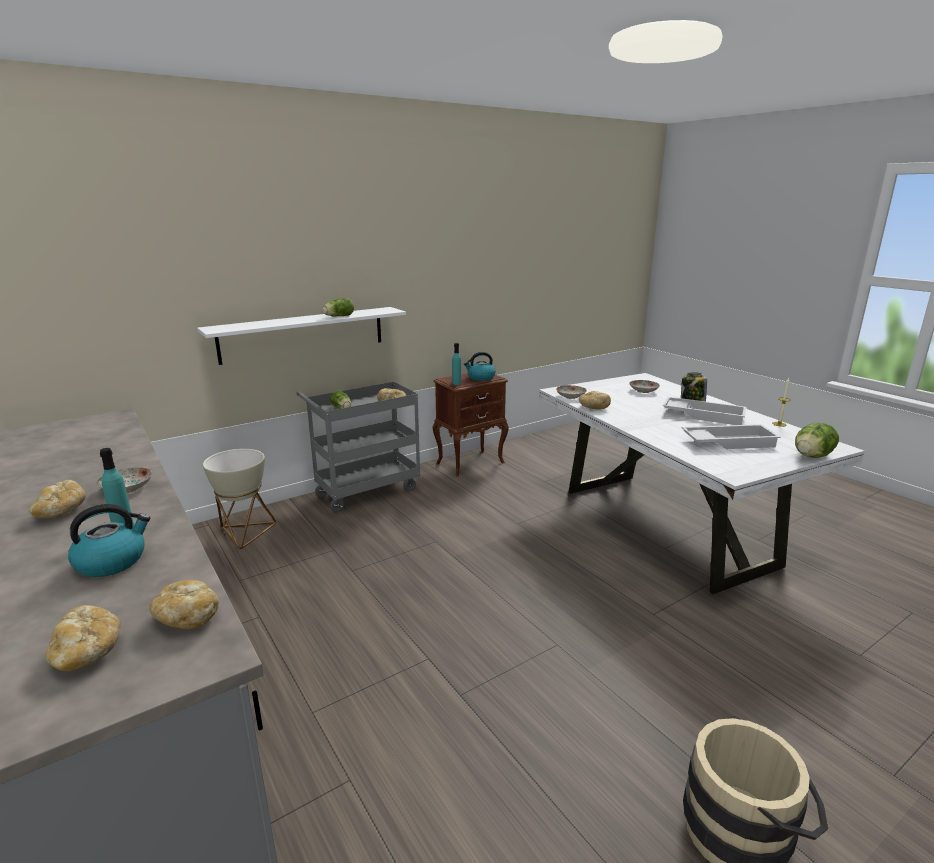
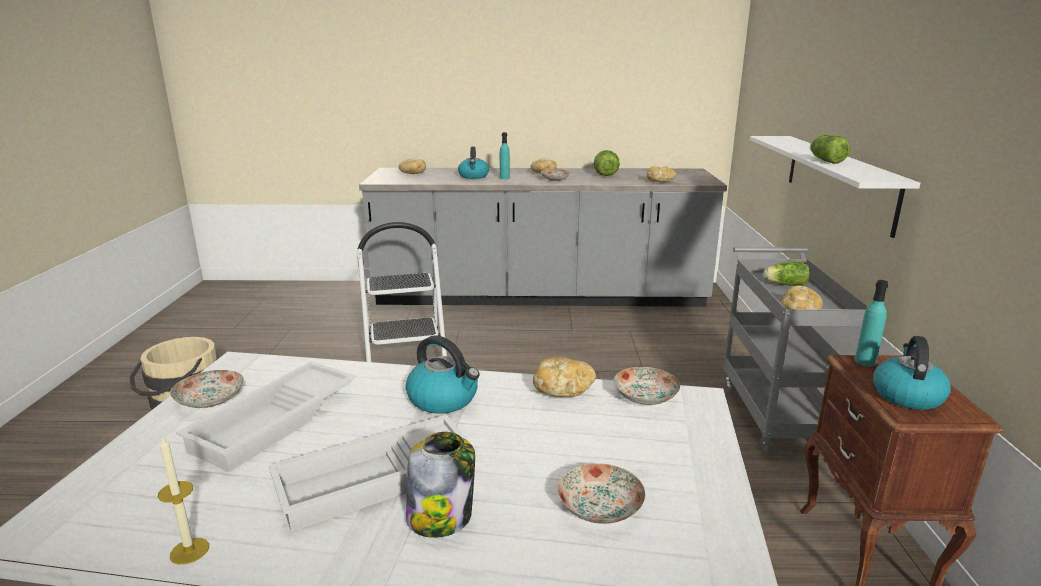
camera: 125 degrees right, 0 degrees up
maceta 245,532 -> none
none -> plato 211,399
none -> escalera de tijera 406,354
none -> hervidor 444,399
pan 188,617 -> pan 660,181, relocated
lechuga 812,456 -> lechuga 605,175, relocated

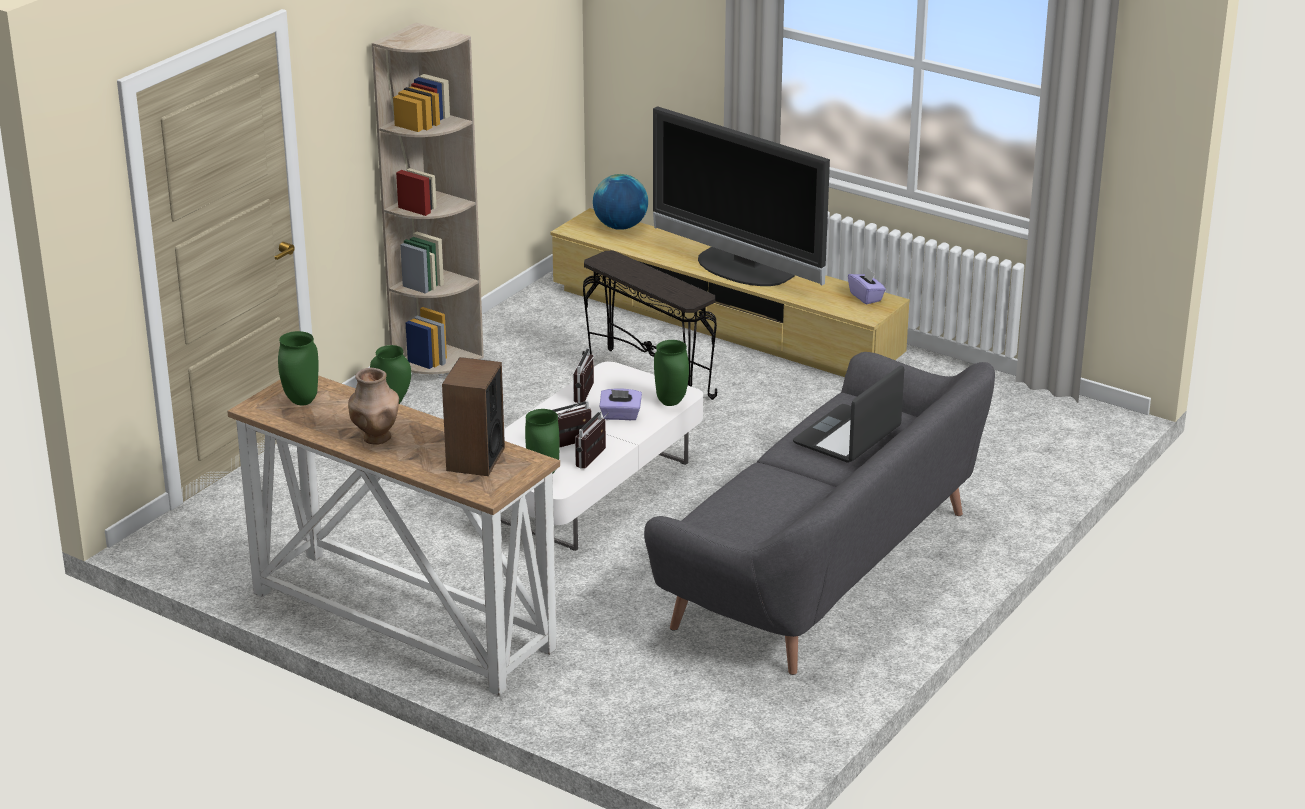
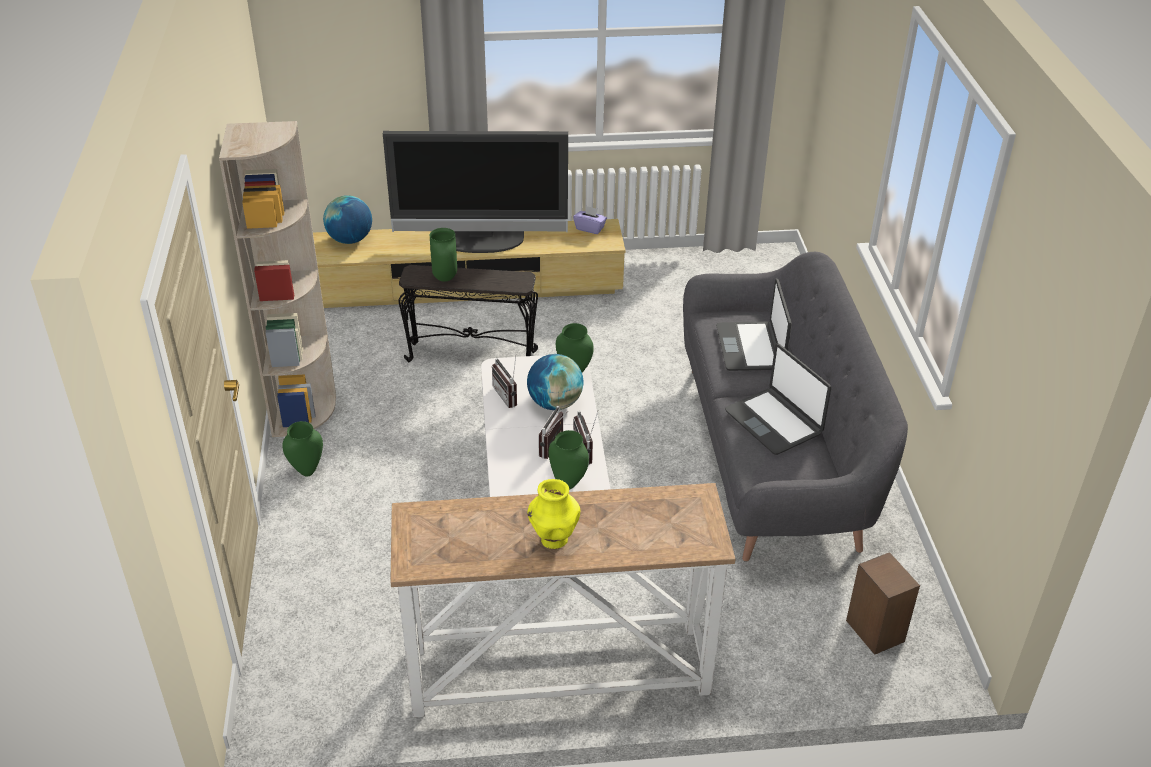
camera: 40 degrees left, 10 degrees up
none -> portátil 774,422
florero/verde 302,401 -> florero/verde 446,278, relocated
altavoz 475,459 -> altavoz 874,631, relocated
caja de pañuelos/morado 620,415 -> globo terráqueo 555,403
florero/marrón 376,438 -> florero/amarillo 553,540

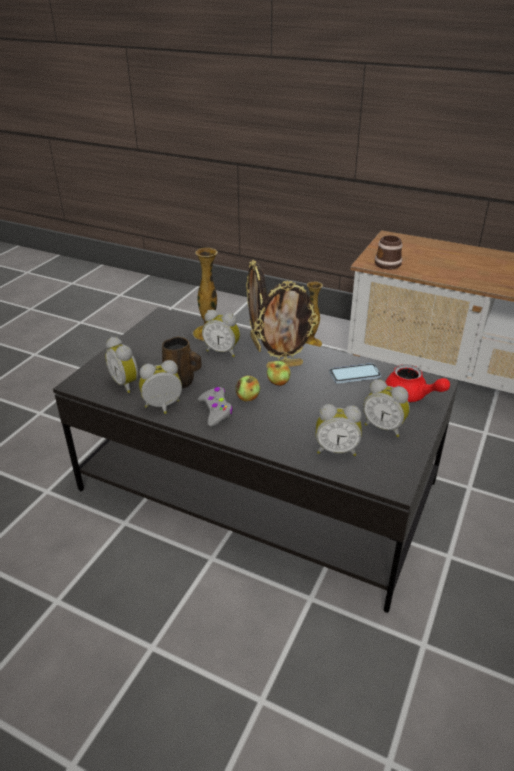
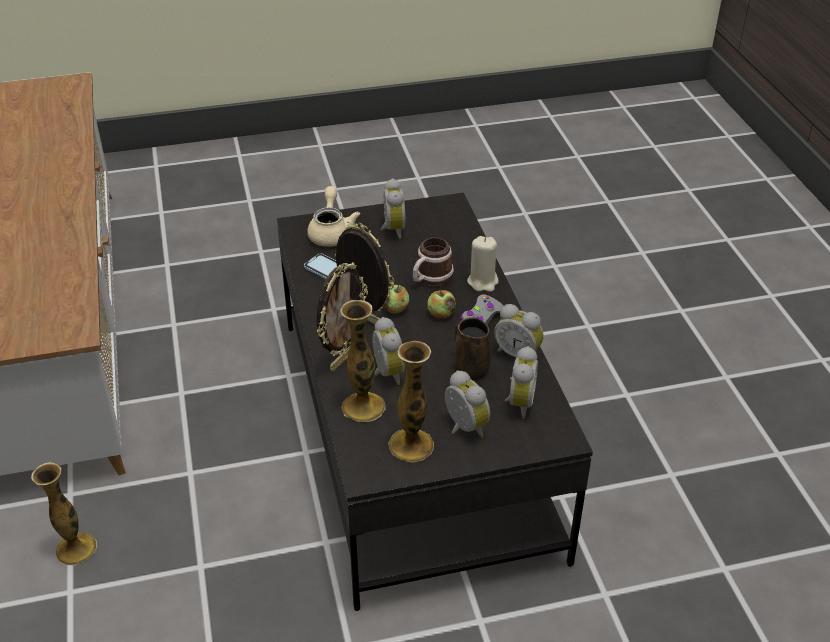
camera: 130 degrees left, 5 degrees up
none -> florero 411,445
none -> vela/beis 483,282
despertador 336,450 -> despertador 463,428, relocated
taza grande 386,262 -> taza grande 430,278, relocated
tetera/rojo 410,396 -> tetera/beis 331,232

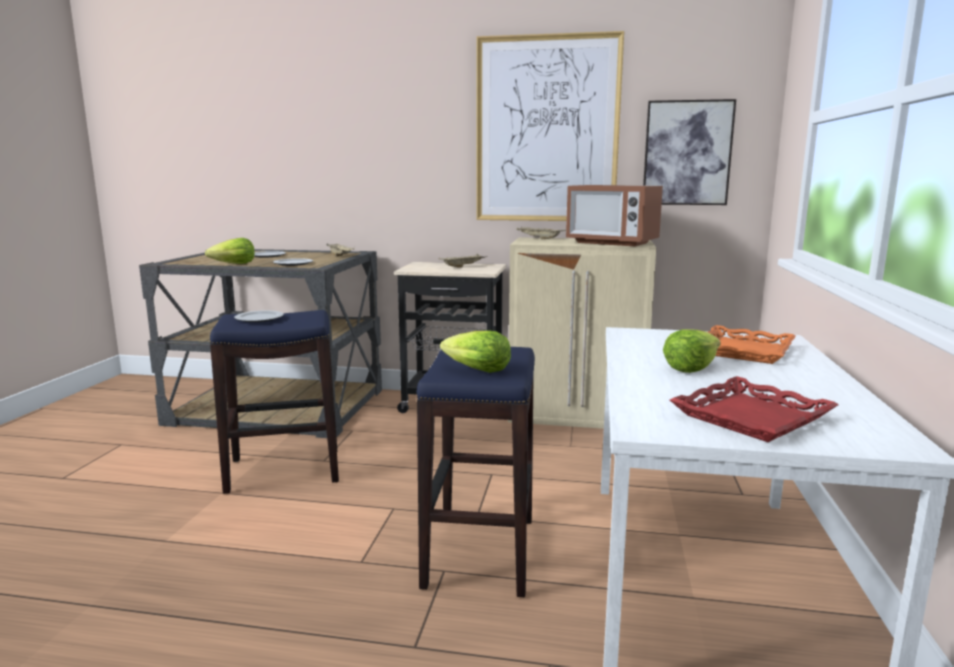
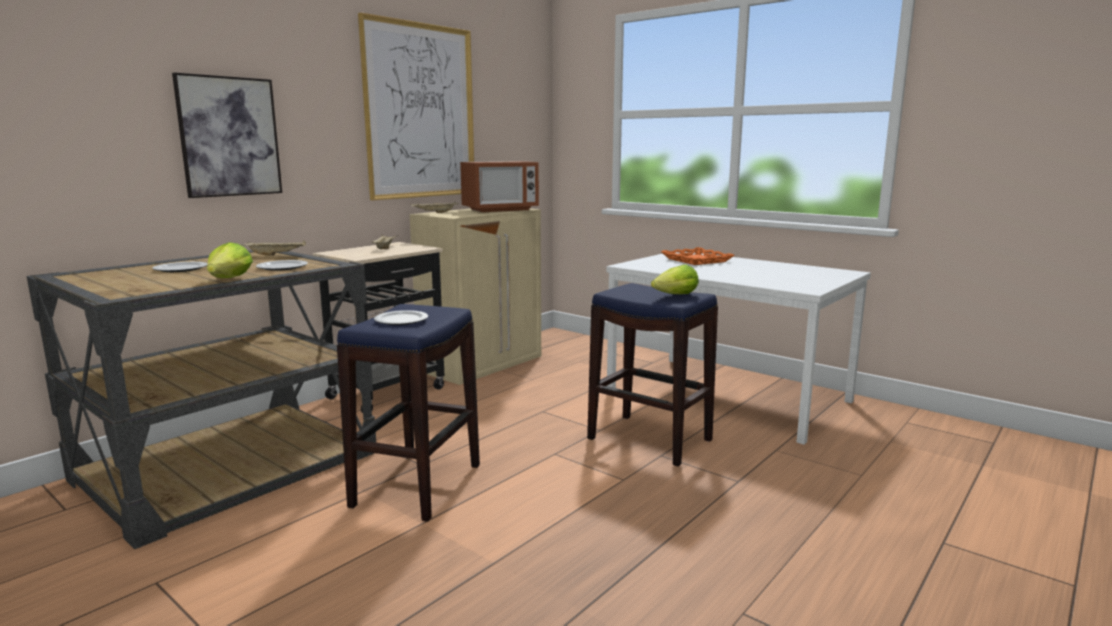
camera: 60 degrees left, 0 degrees up
lechuga 690,368 -> none
bandeja/rojo 750,417 -> none
cuadro 687,153 -> cuadro 229,137, relocated

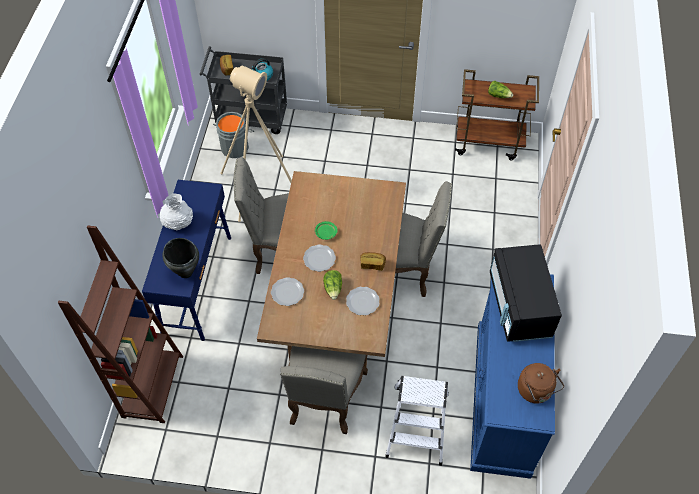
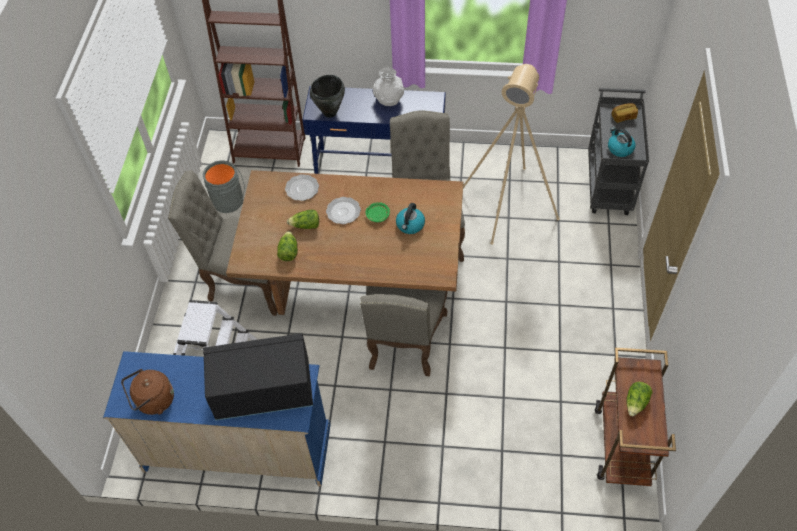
camera: 90 degrees right, 0 degrees up
pan 372,264 -> none
none -> hervidor 410,225
cubo/gris 235,146 -> cubo/gris 229,201, relocated
plato 363,302 -> lechuga 288,251

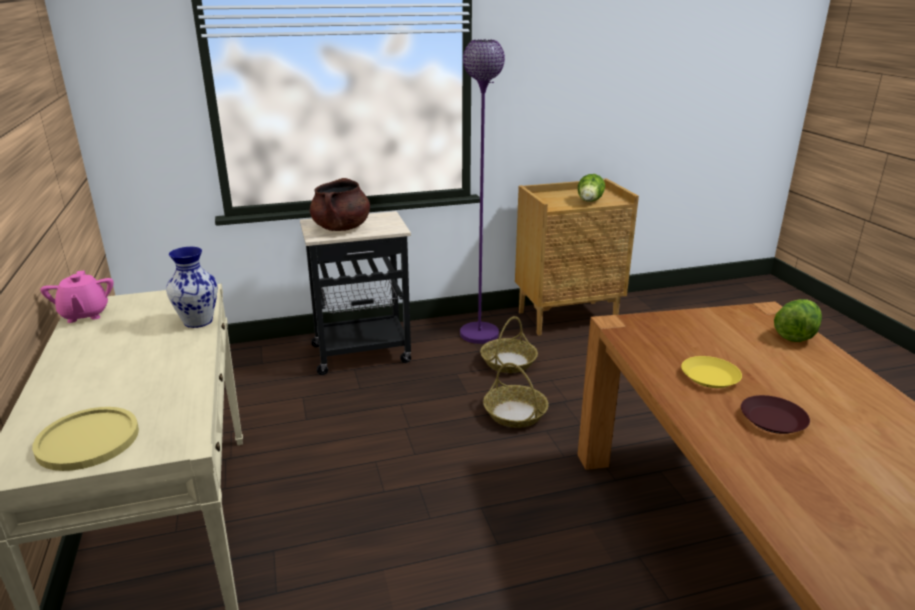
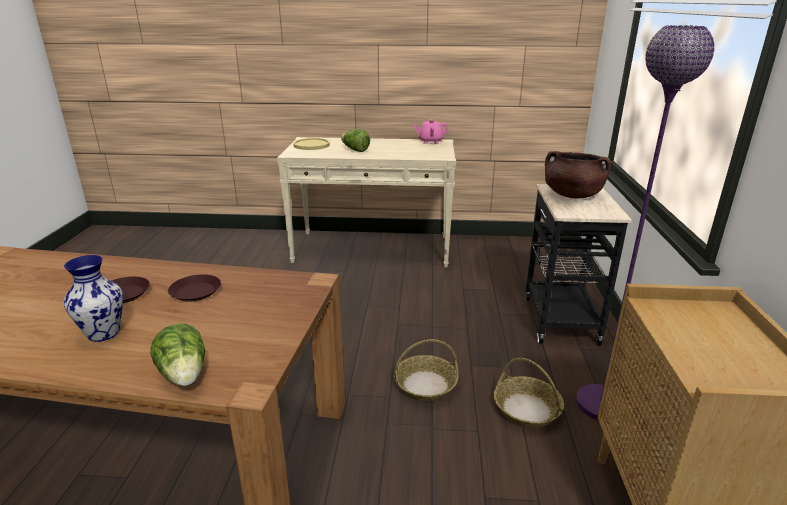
camera: 110 degrees right, 0 degrees up
florero 197,321 -> florero 104,332, relocated
lechuga 589,202 -> lechuga 355,150, relocated
plato/amarillo 709,376 -> plato/marrón 196,292

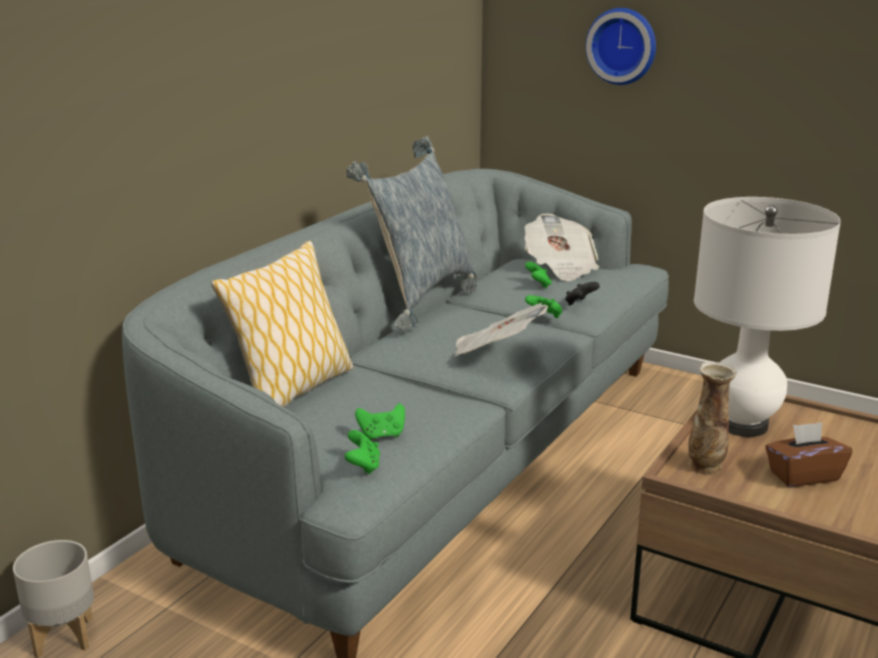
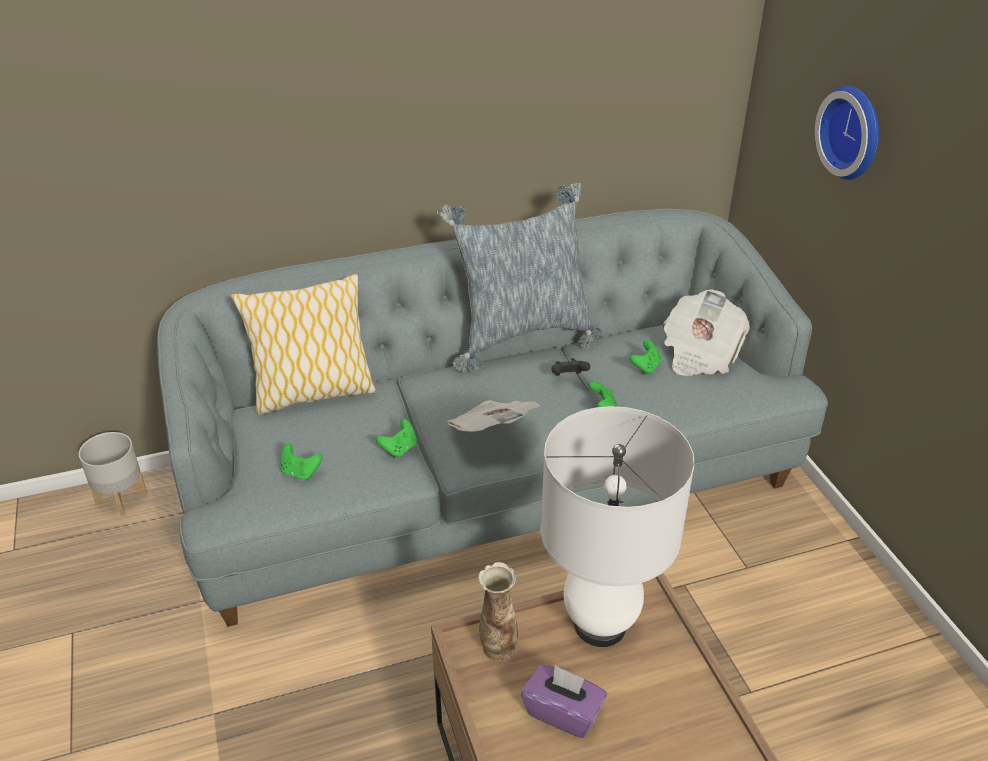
camera: 40 degrees right, 15 degrees up
mando de consola/verde 363,466 -> mando de consola/verde 399,449, relocated
mando de consola/negro 580,303 -> mando de consola/negro 568,377, relocated
caja de pañuelos/marrón 803,475 -> caja de pañuelos/morado 563,712

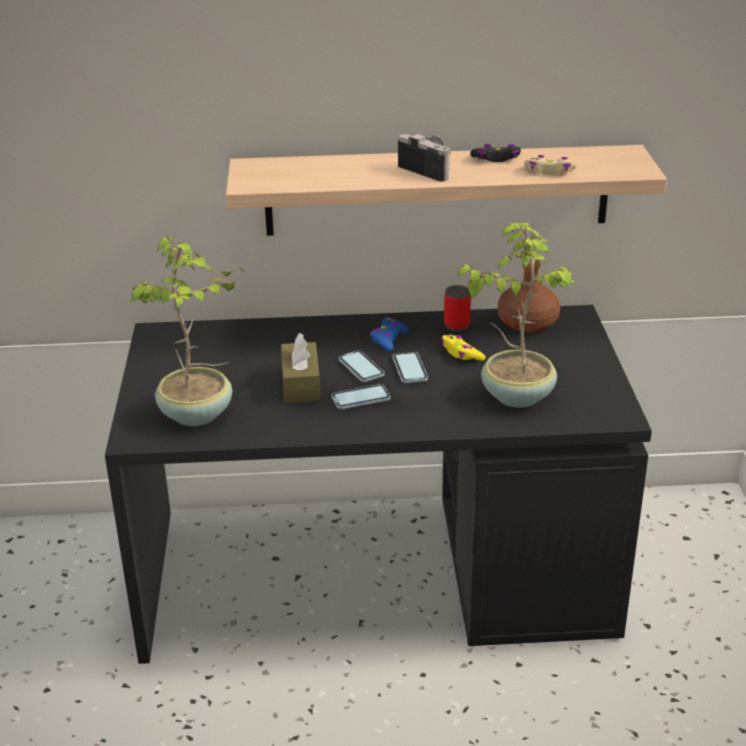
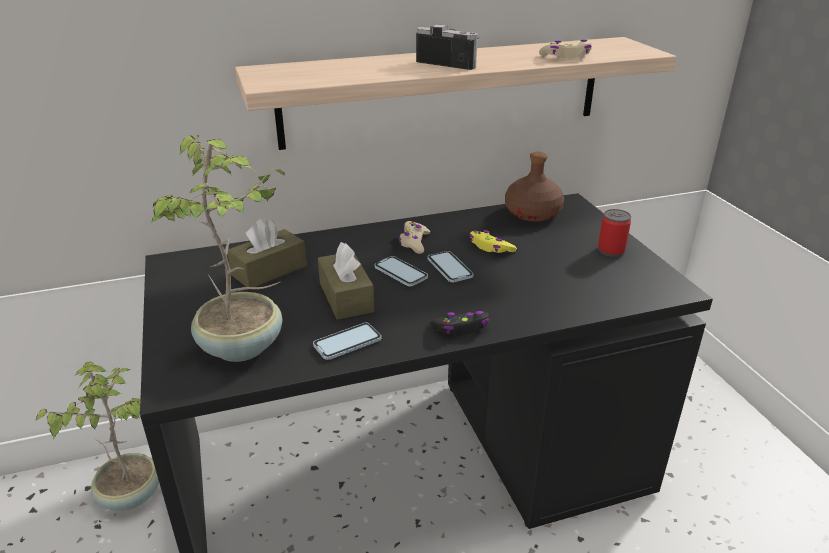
camera: 15 degrees left, 0 degrees up
none -> caja de pañuelos/marrón 269,270
móvil 361,398 -> móvil 347,343, relocated
lata 456,325 -> lata 611,251, relocated
planta en maceta 516,395 -> planta en maceta 130,494, relocated
mando de consola/negro 496,159 -> mando de consola/negro 461,328, relocated
mando de consola/azul 388,339 -> mando de consola/beis 414,242

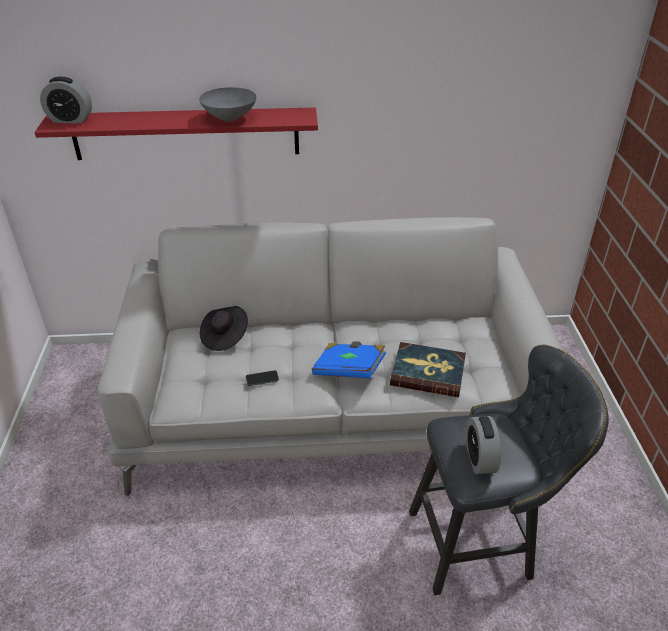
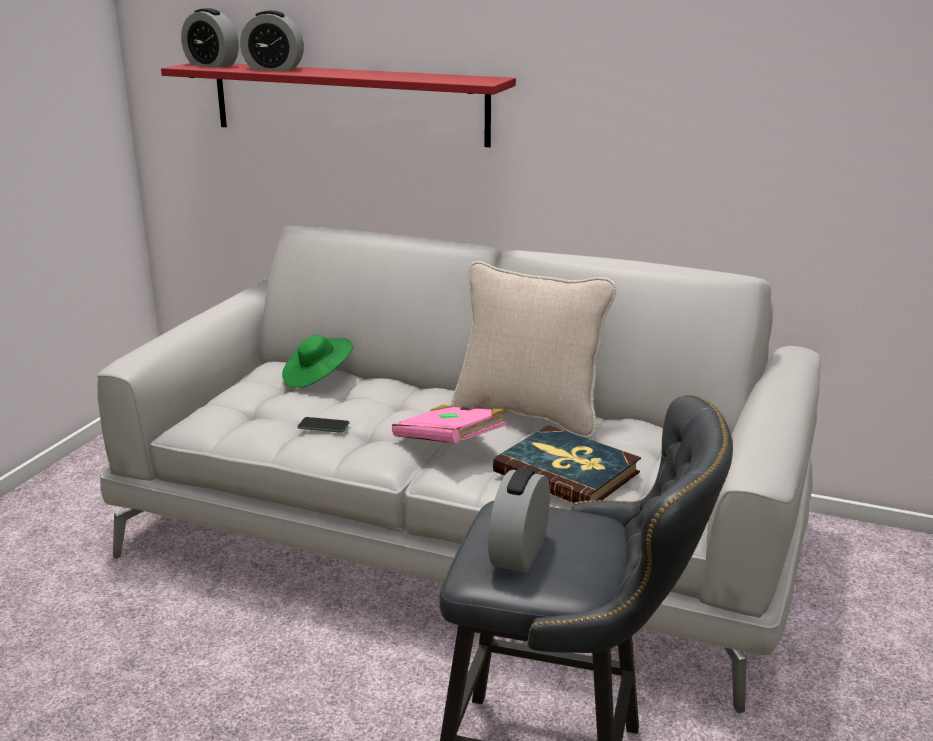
camera: 25 degrees right, 15 degrees down
cuenco/gris 228,118 -> none
none -> despertador 273,68
none -> cojín/beis 528,415
sombrero/negro 224,337 -> sombrero/verde 317,377
libro/azul 349,370 -> libro/rosa 450,443

